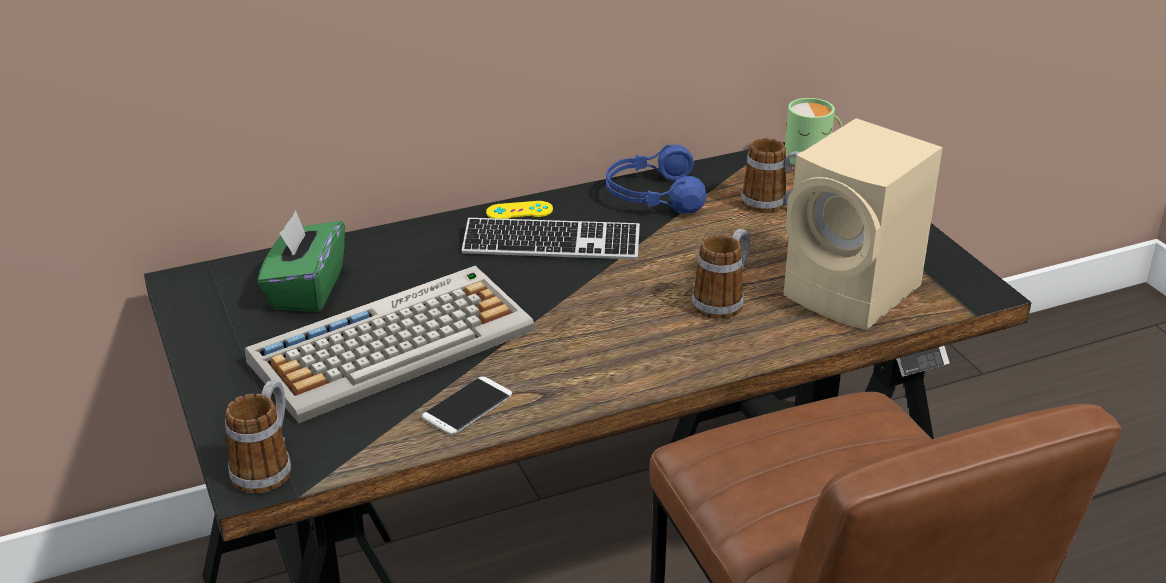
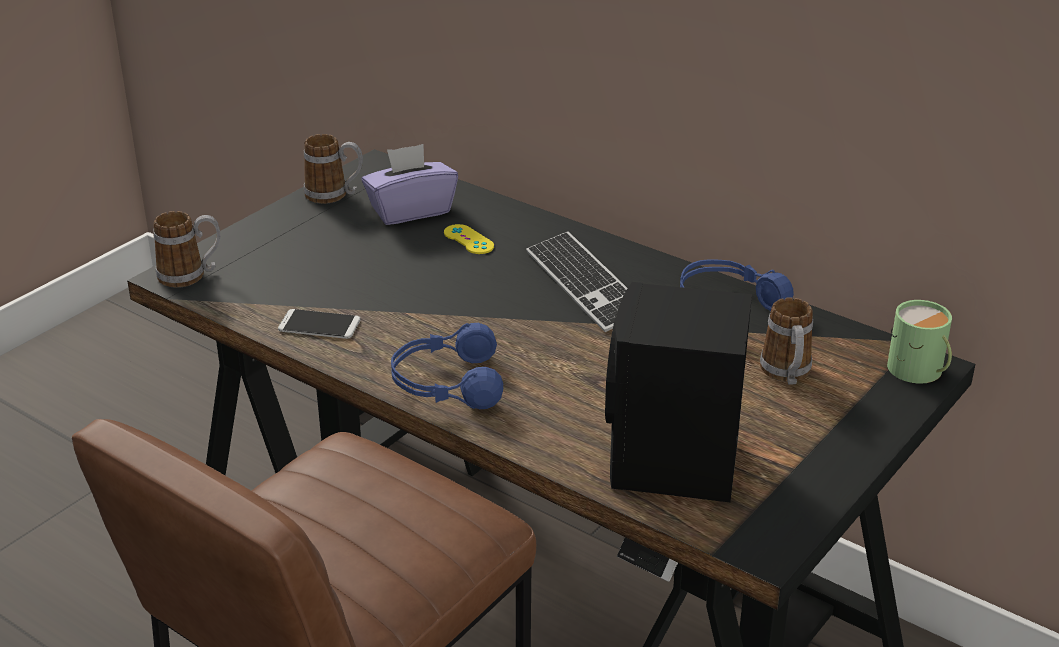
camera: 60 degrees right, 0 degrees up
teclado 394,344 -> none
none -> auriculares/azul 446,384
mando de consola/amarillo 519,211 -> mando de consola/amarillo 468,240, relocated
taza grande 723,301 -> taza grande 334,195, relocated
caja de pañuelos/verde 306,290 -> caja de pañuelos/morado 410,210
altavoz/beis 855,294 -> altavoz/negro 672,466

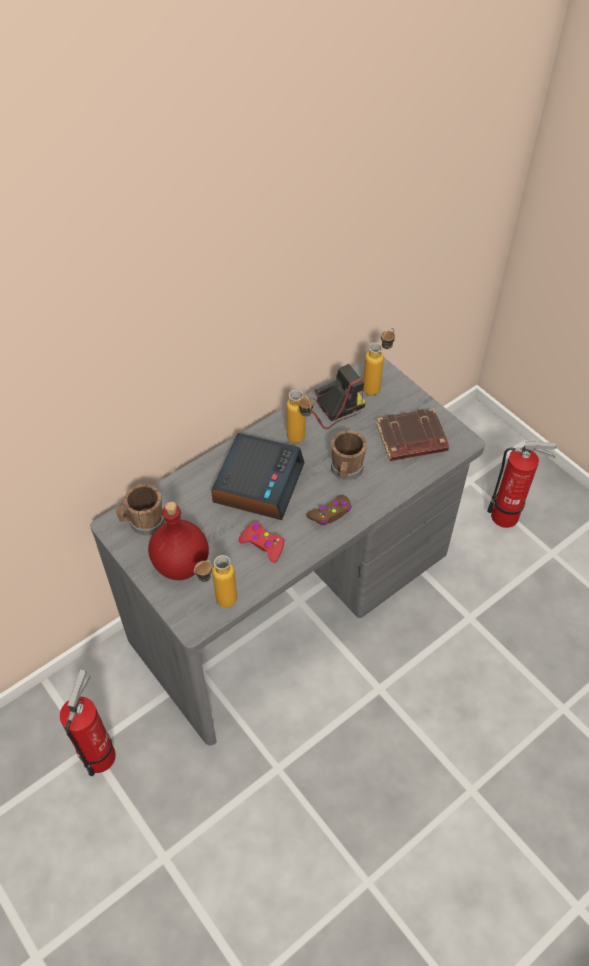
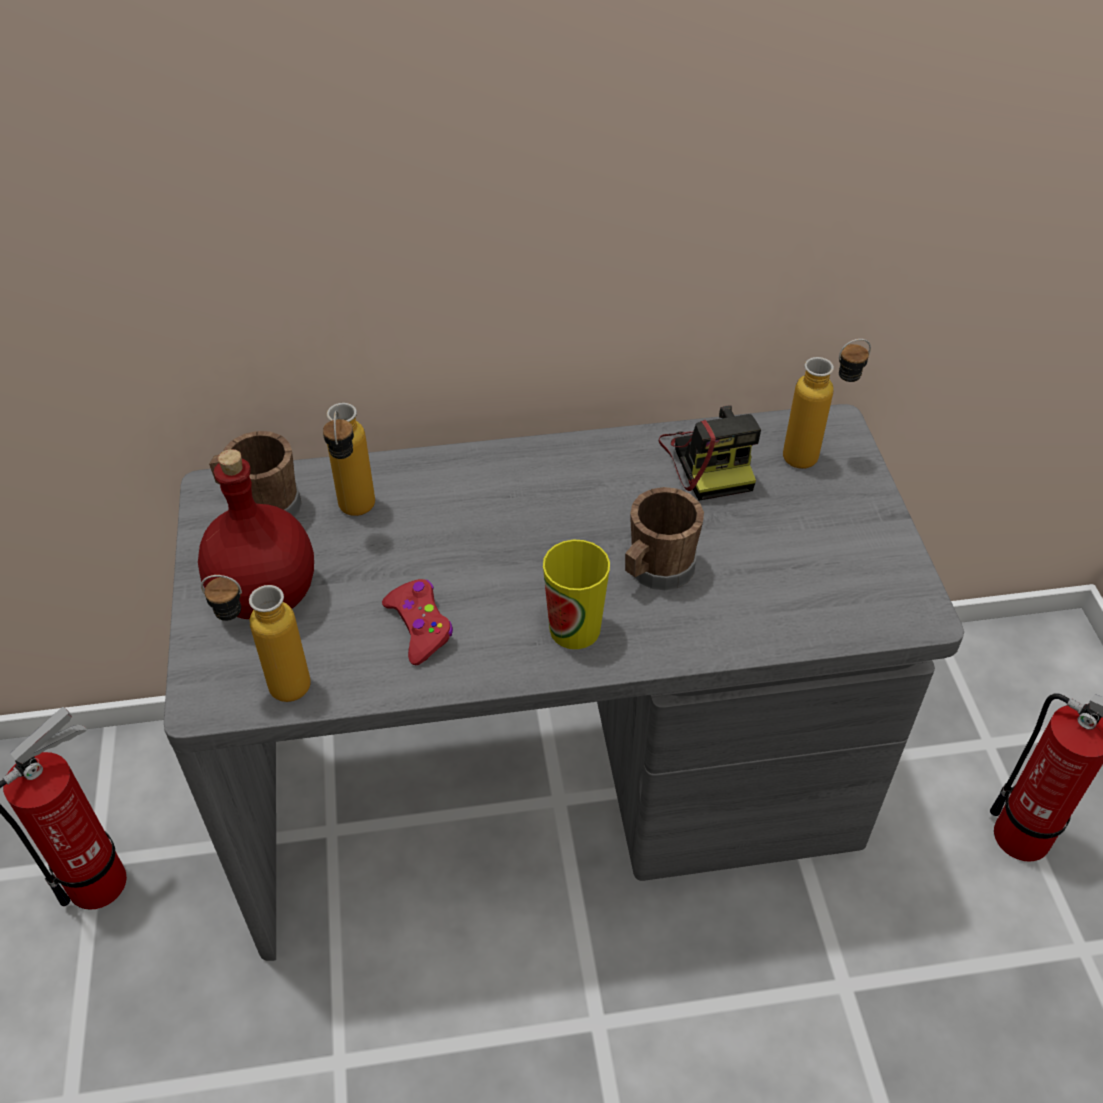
camera: 30 degrees right, 5 degrees down
despertador 258,482 -> none
libro/marrón 411,440 -> none
botella 300,441 -> botella 356,515, relocated
mando de consola/marrón 330,513 -> taza 575,629
cámara 333,407 -> cámara 710,460, 75 degrees clockwise

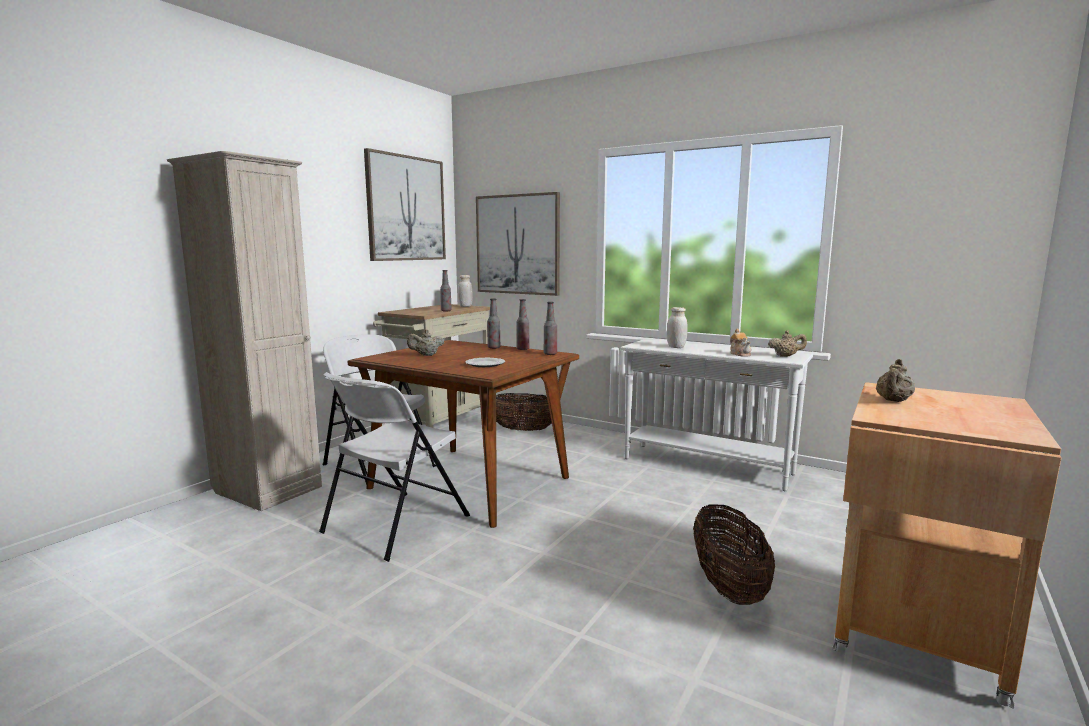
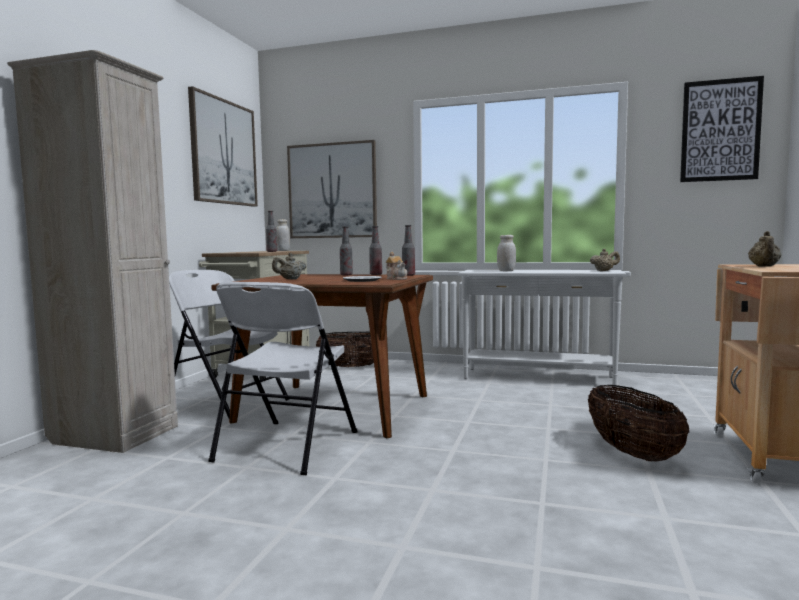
camera: 15 degrees left, 5 degrees down
none -> cuadro 720,130
tetera 740,354 -> tetera 396,279, relocated

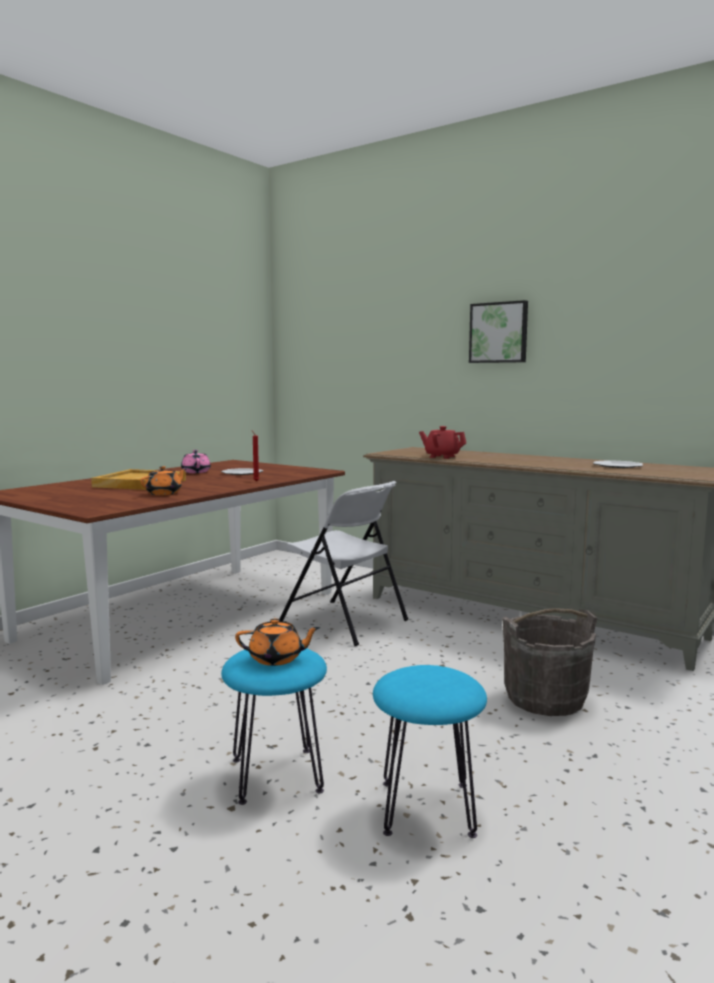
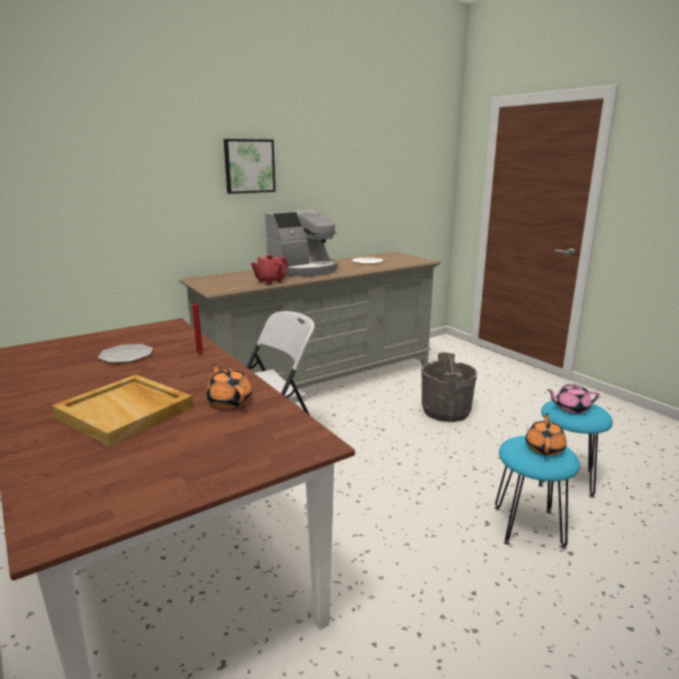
camera: 70 degrees left, 10 degrees up
none -> cafetera 303,270
tetera/rosa 196,472 -> tetera/rosa 571,408, relocated

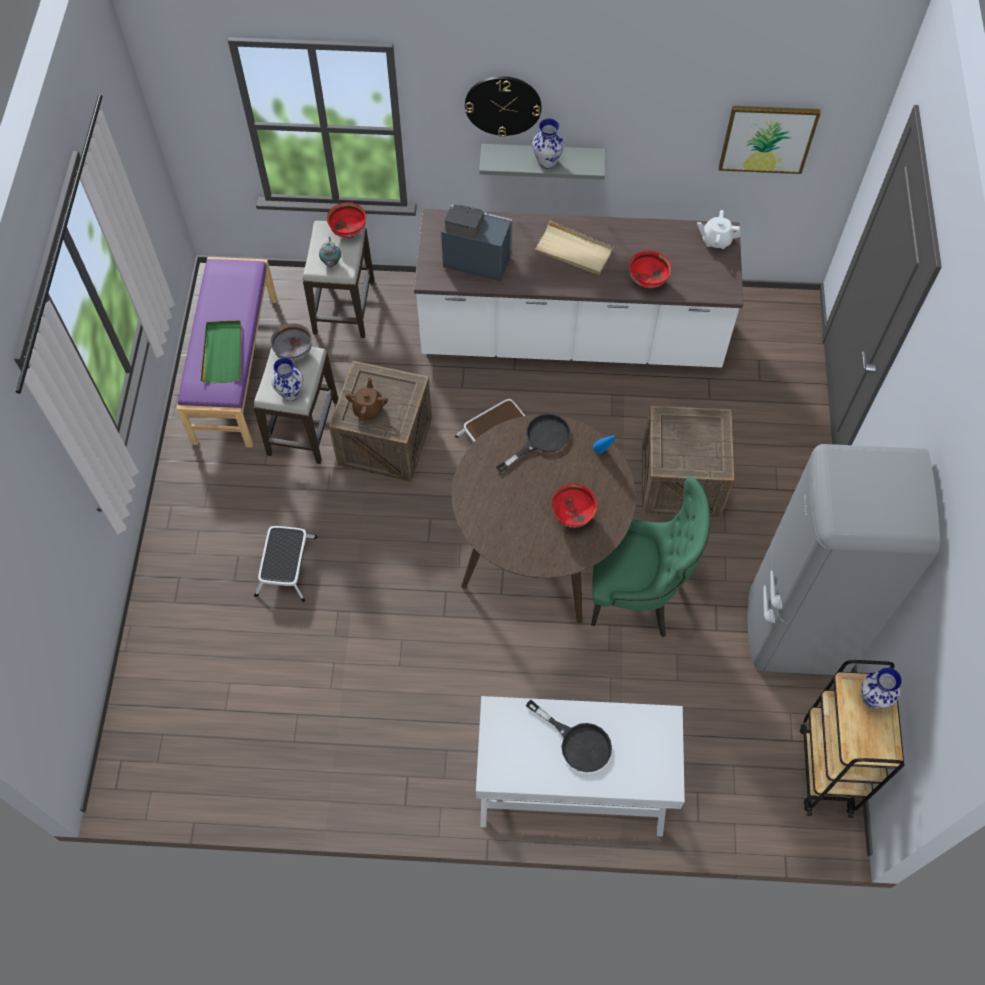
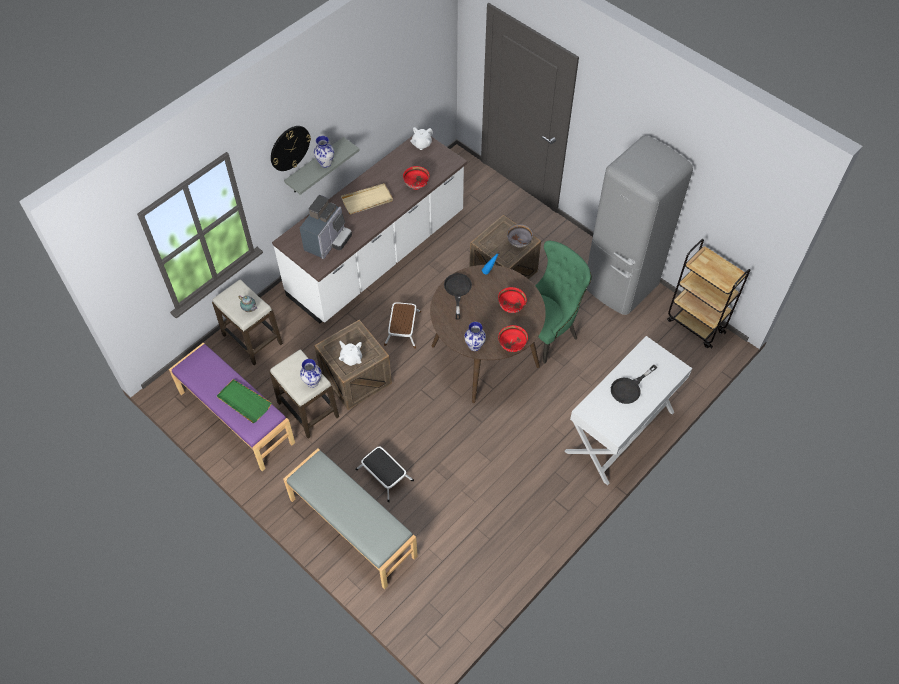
camera: 50 degrees left, 5 degrees down
cuadro 767,138 -> none
none -> banco/gris 352,528
cuenco/gris 294,353 -> cuenco/gris 518,243, relocated
cuenco/rojo 348,232 -> cuenco/rojo 512,346, relocated
florero 873,699 -> florero 475,346, relocated
tetera/marrón 368,409 -> tetera/blanco 351,358
cafetera 475,258 -> cafetera 328,241, 150 degrees clockwise
sartén/negro 578,742 -> sartén/negro 629,388, 150 degrees clockwise

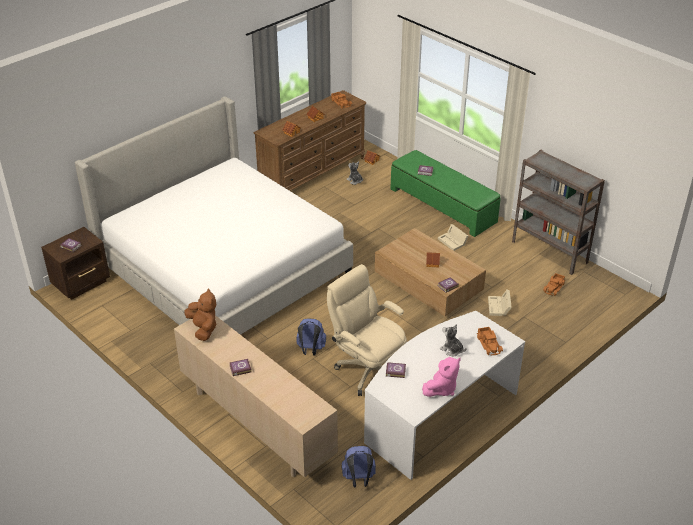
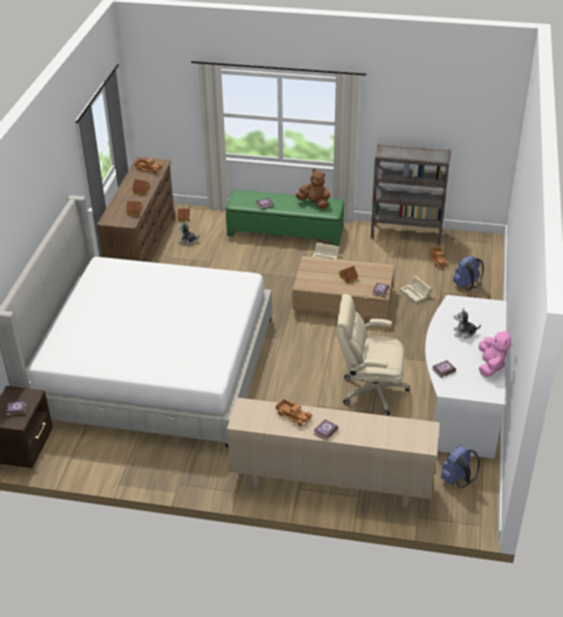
camera: 35 degrees left, 0 degrees up
peluche/marrón 203,329 -> peluche/marrón 314,203, relocated
mochila/azul 310,350 -> mochila/azul 467,286, relocated
camión de juguete 489,344 -> camión de juguete 293,415, relocated

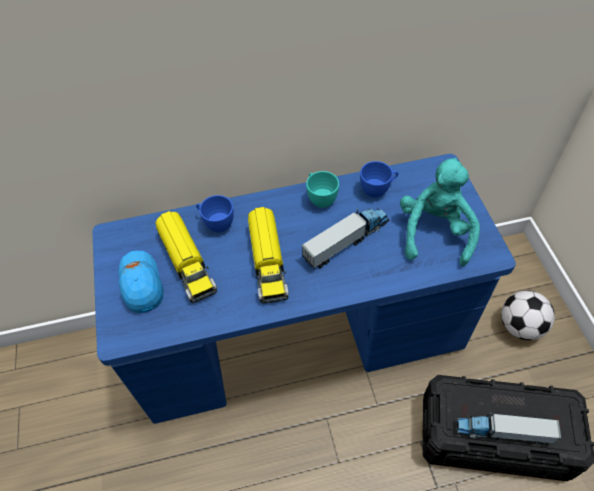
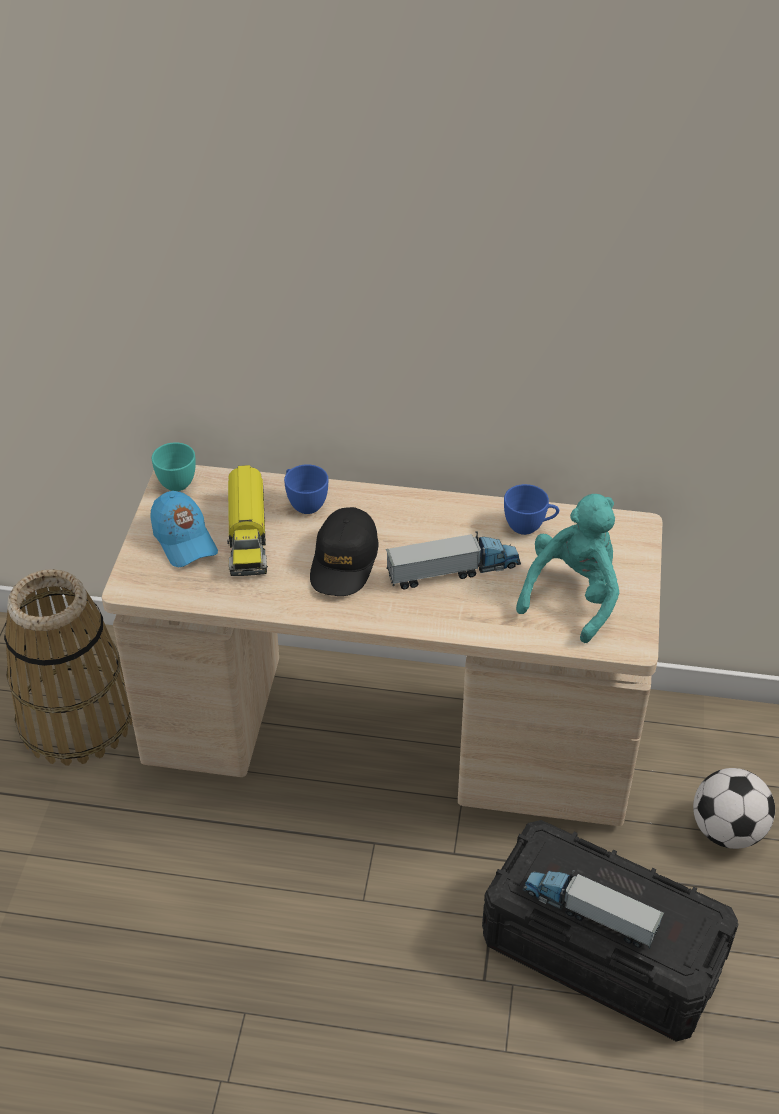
camera: 20 degrees right, 10 degrees down
none -> cesta 77,719
taza/turquesa 320,198 -> taza/turquesa 176,480, relocated
camión de juguete 267,260 -> gorra/negro 344,561
escritorio/azul 301,339 -> escritorio/beis 389,736
gorra/azul 141,284 -> gorra/azul 184,540, 150 degrees clockwise

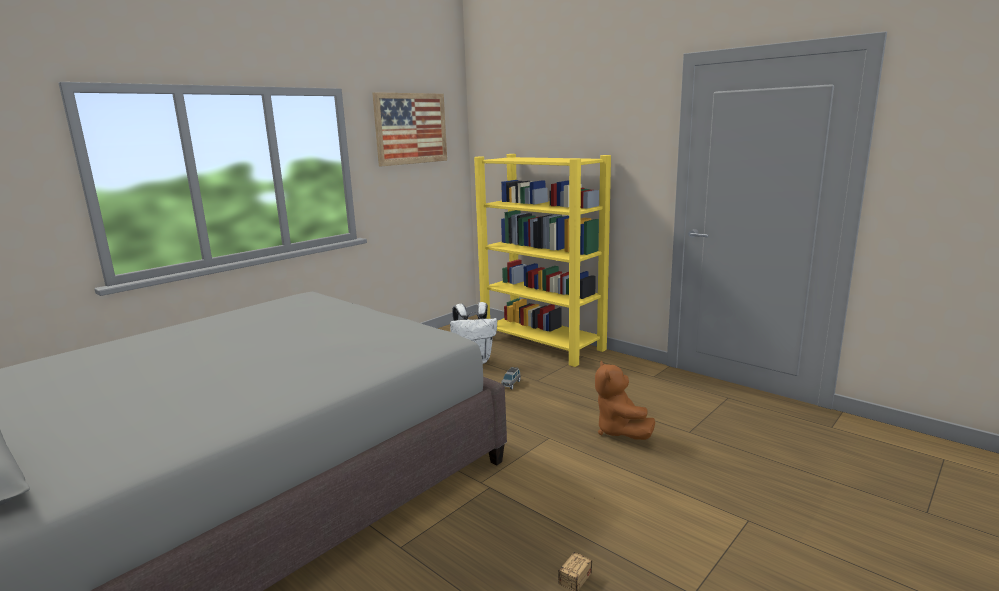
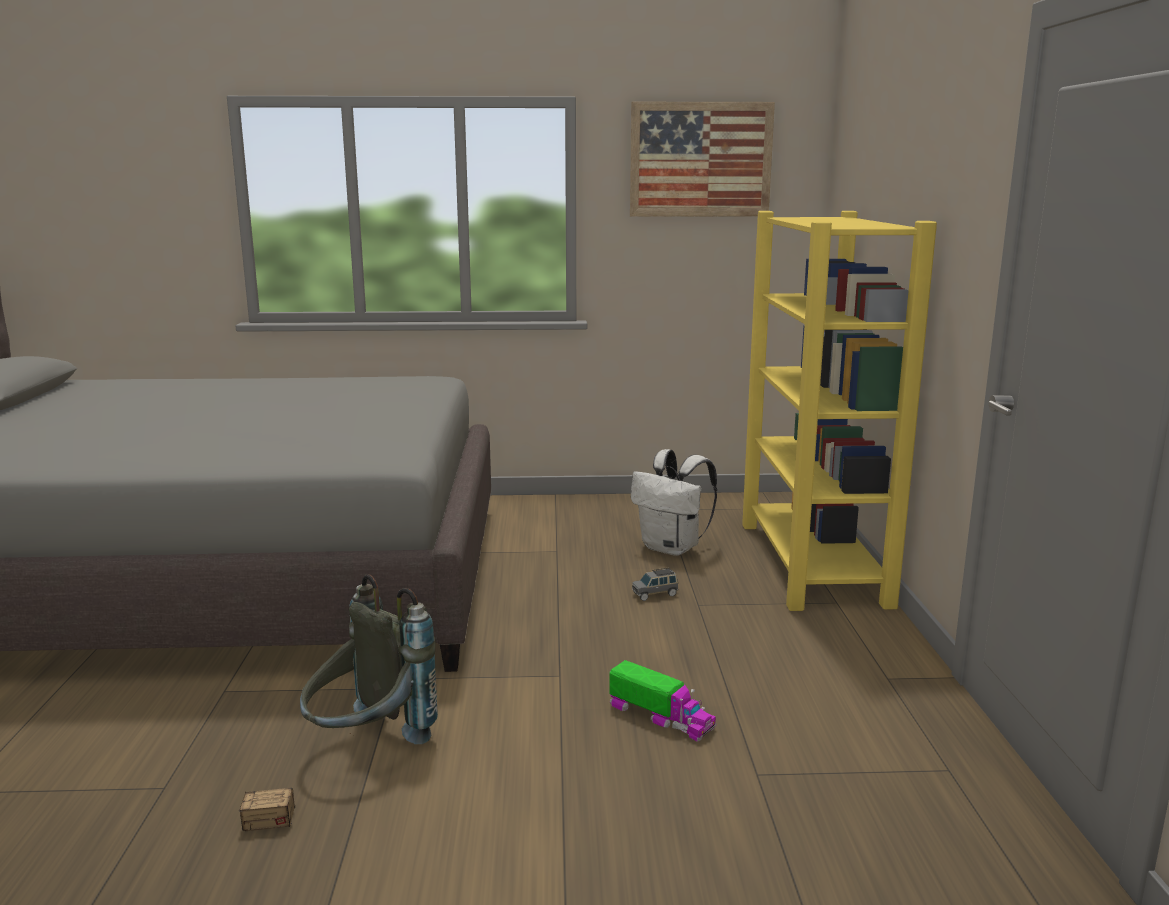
camera: 45 degrees right, 0 degrees up
none -> mochila/gris 368,745
peluche/marrón 620,431 -> camión de juguete 660,717

